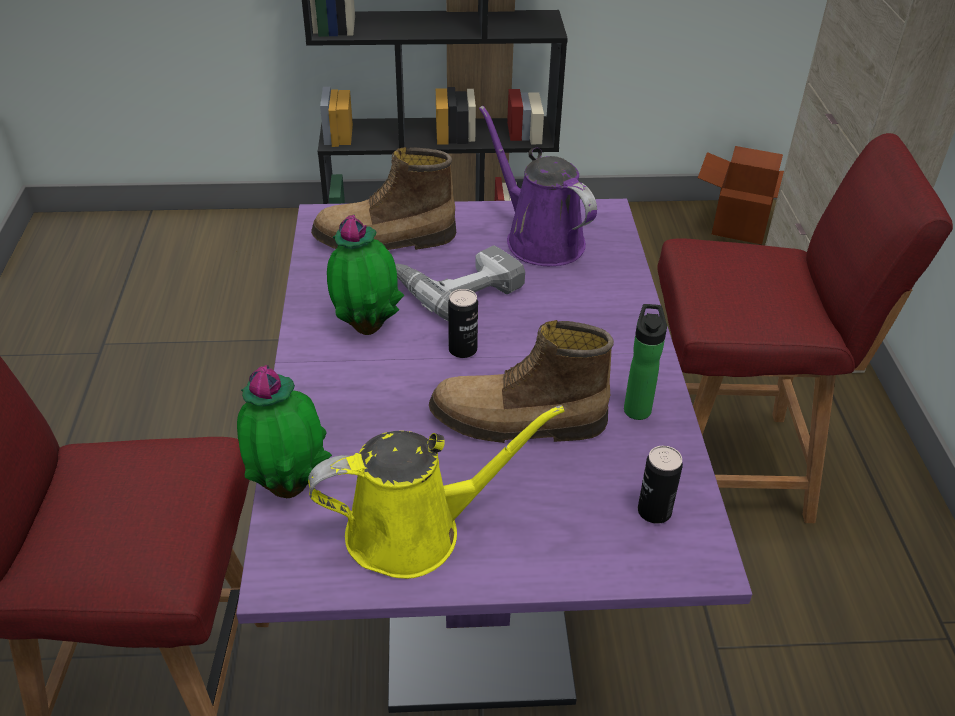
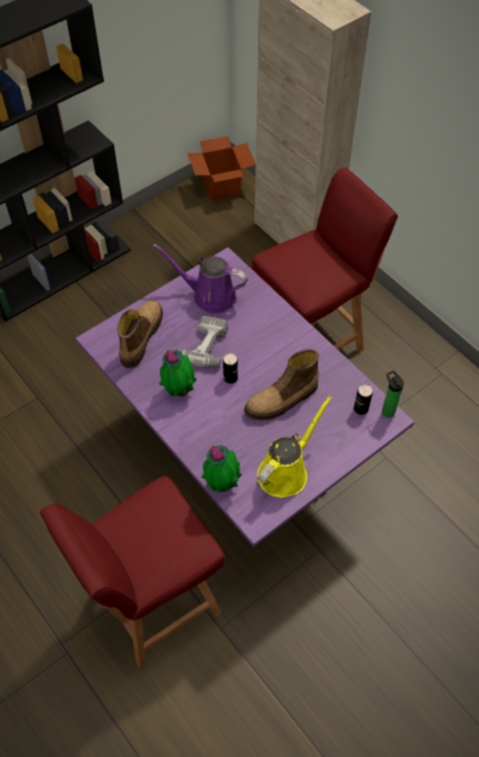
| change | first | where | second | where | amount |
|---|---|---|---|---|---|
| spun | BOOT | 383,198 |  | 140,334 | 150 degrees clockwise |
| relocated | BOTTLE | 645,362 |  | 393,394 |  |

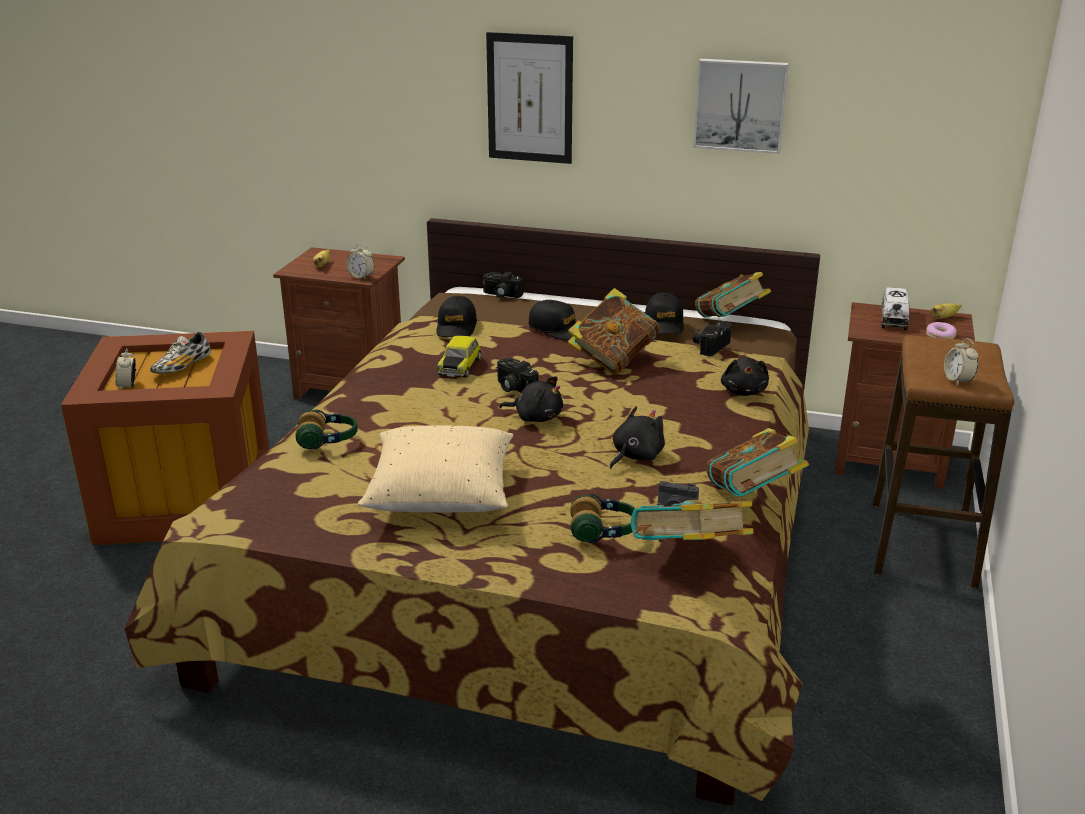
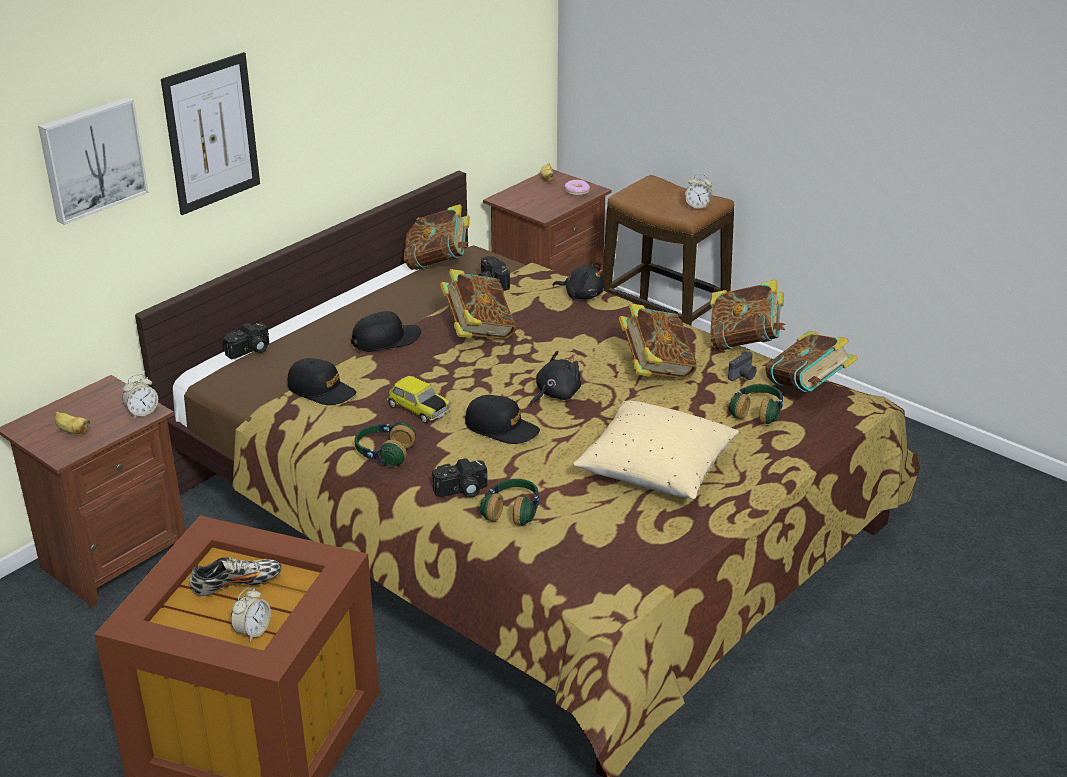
| change | first | where | second | where | amount |
|---|---|---|---|---|---|
| relocated | PICTURE | 741,106 |  | 93,161 |  |
| spun | SHOE | 180,352 |  | 235,576 | 75 degrees counterclockwise |
| spun | ALARM CLOCK | 125,369 |  | 251,614 | 75 degrees counterclockwise |
| appeared |  |  | HEADPHONES | 385,444 |  |
| relocated | PHOTO CAMERA | 517,375 |  | 459,478 |  |
| relocated | BLACK CAP | 664,313 |  | 502,419 |  |
| exchanged | BLACK PLUSH TOY | 637,437 | BOOK | 658,341 |  |
| missing | TOY TRUCK | 895,308 |  |  |  |

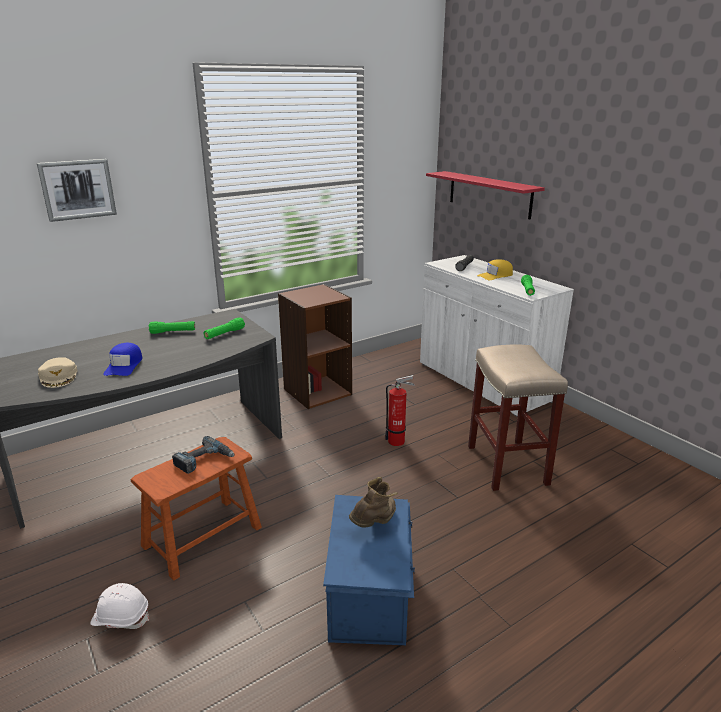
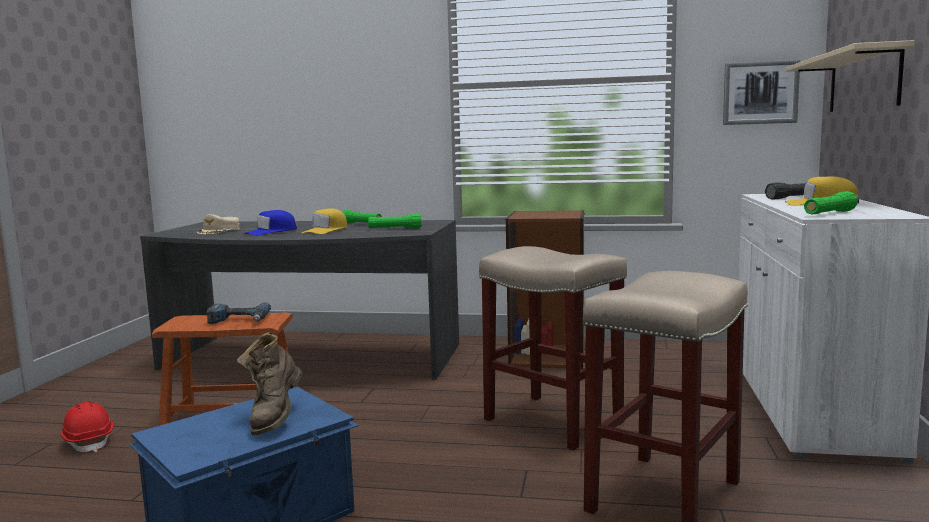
| change | first | where | second | where | amount |
|---|---|---|---|---|---|
| colour | WHITE HARD HAT | 119,606 | RED HARD HAT | 87,427 |  |
| spun | BROWN BOOT | 373,502 |  | 269,383 | 105 degrees clockwise |
| appeared |  |  | YELLOW CAP | 325,221 |  |
| exchanged | FIRE EXTINGUISHER | 400,410 | BEIGE STOOL | 553,348 |  |
| relocated | PICTURE | 77,190 |  | 761,92 |  |
| colour | RED SHELF | 485,195 | BEIGE SHELF | 850,76 |  |

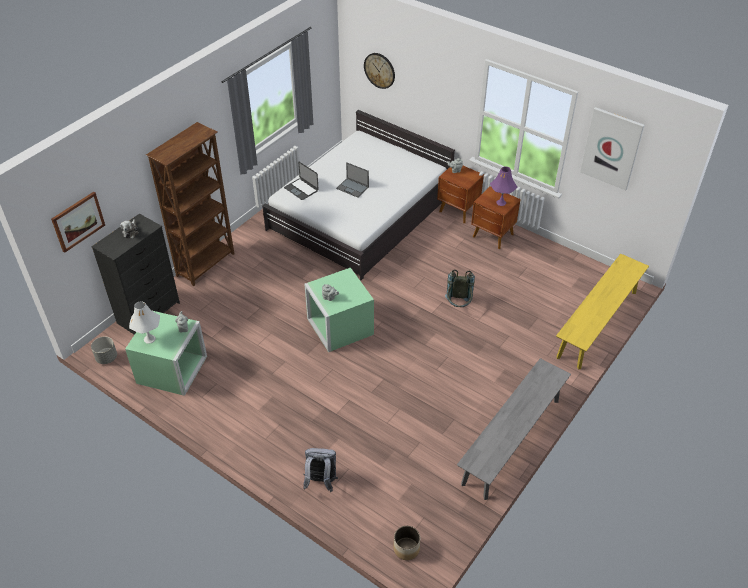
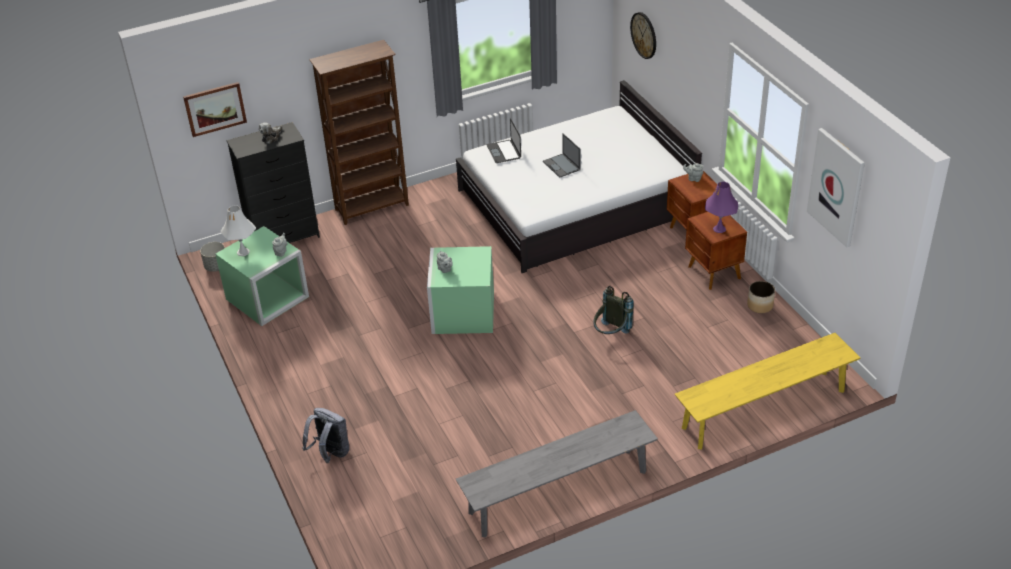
| change | first | where | second | where | amount |
|---|---|---|---|---|---|
| relocated | PLANTER | 406,543 |  | 761,297 |  |

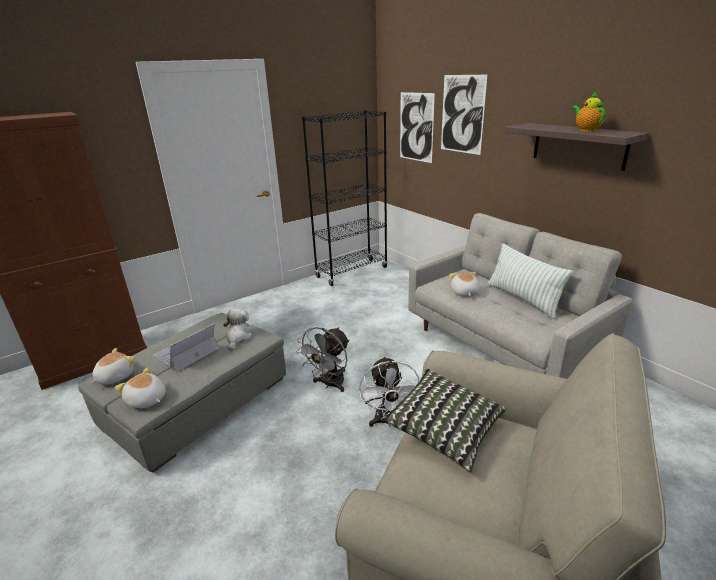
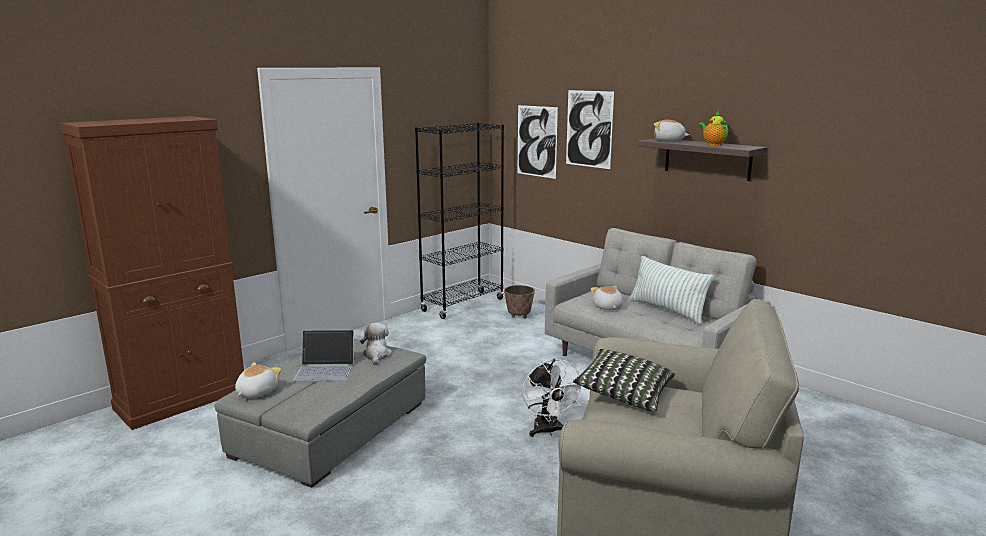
| change | first | where | second | where | amount |
|---|---|---|---|---|---|
| spun | LAPTOP | 186,347 |  | 324,355 | 120 degrees counterclockwise |
| appeared |  |  | PLANTER | 519,302 |  |
| relocated | PLUSH TOY | 140,388 |  | 672,130 |  |
| missing | GREY FAN | 322,359 |  |  |  |

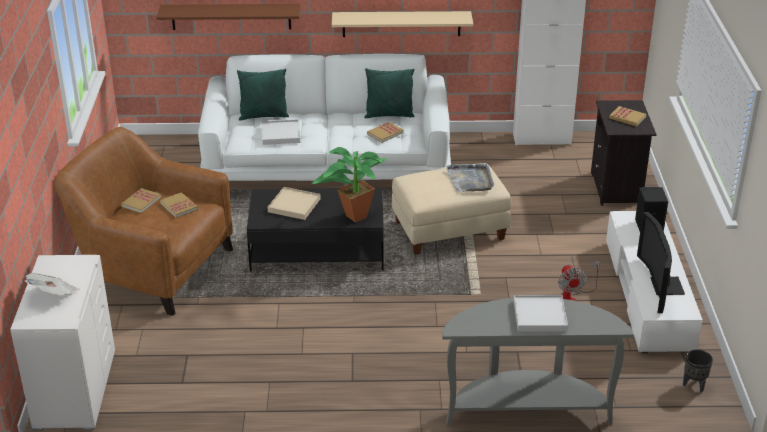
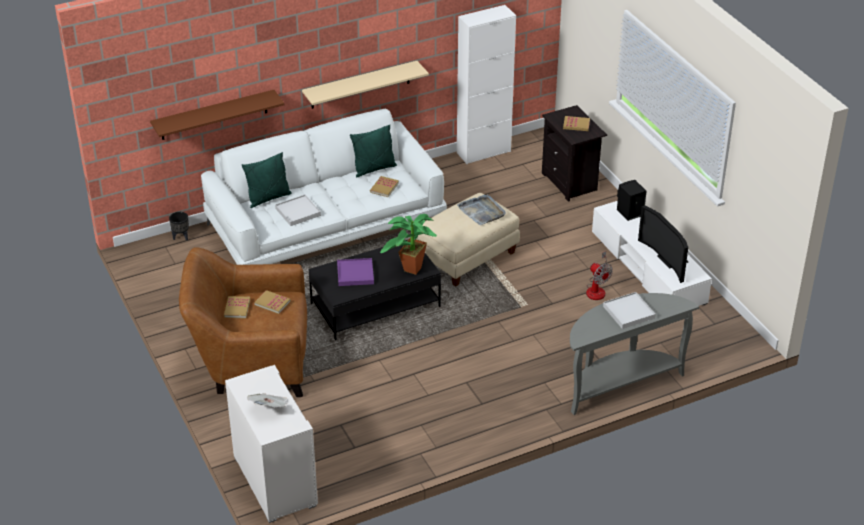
| change | first | where | second | where | amount |
|---|---|---|---|---|---|
| relocated | BLACK PLANTER | 698,370 |  | 179,226 |  |
| colour | BEIGE TRAY | 294,203 | PURPLE TRAY | 355,272 |  |

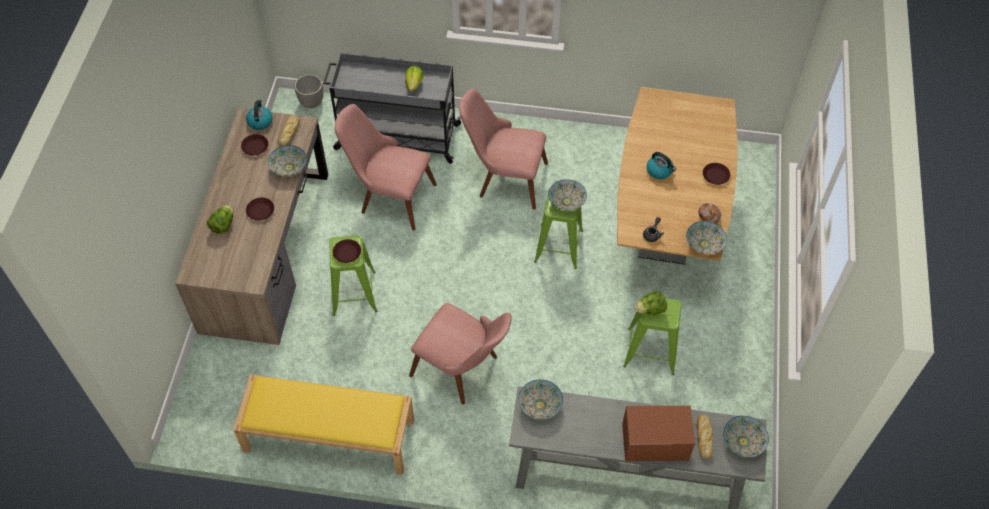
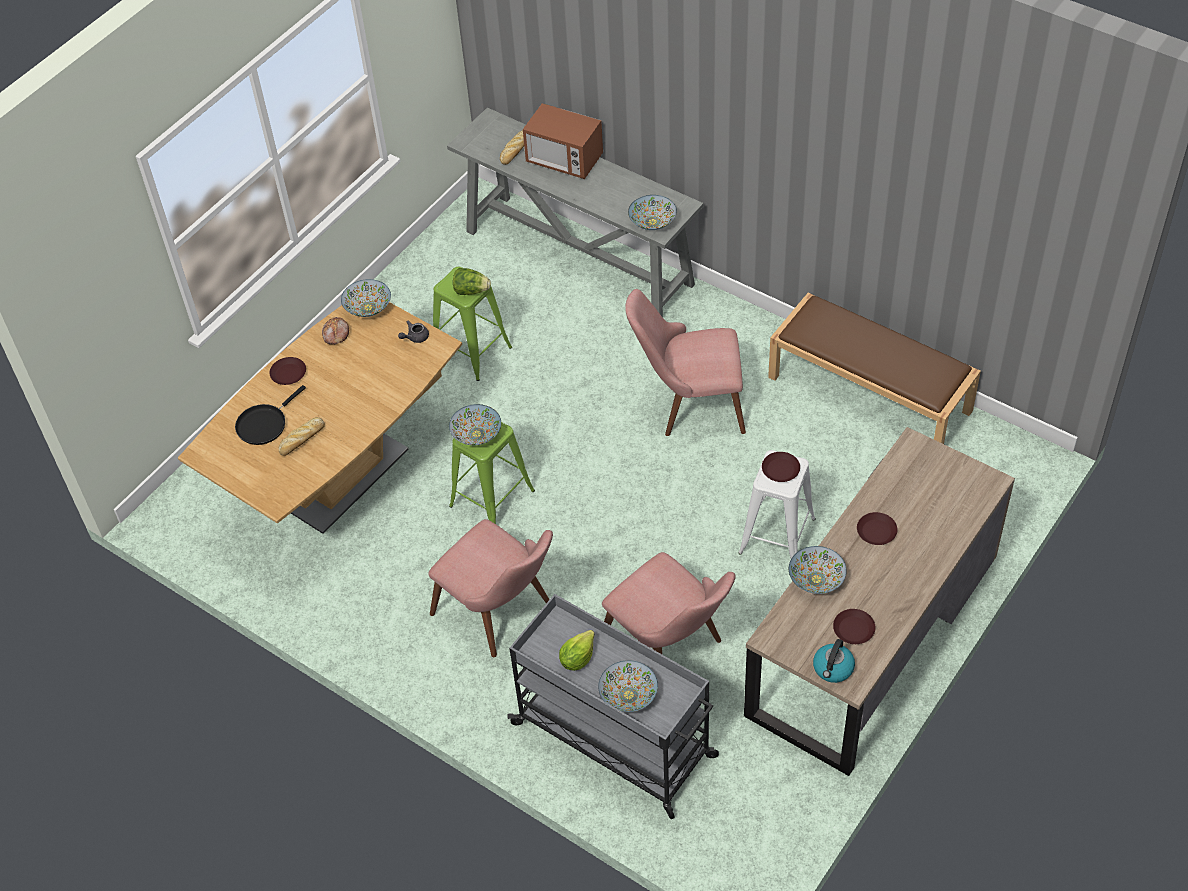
| change | first | where | second | where | amount |
|---|---|---|---|---|---|
| appeared |  |  | BLACK FRYING PAN | 270,415 |  |
| relocated | BREAD | 289,131 |  | 302,436 |  |
| relocated | BOWL | 746,436 |  | 628,686 |  |
| spun | PINK CHAIR | 460,354 |  | 685,362 | 60 degrees counterclockwise |
| colour | GREEN STOOL | 353,275 | WHITE STOOL | 777,504 |  |
| colour | YELLOW BENCH | 323,424 | BROWN BENCH | 874,368 |  |
| missing | LETTUCE | 220,219 |  |  |  |
| missing | PLANTER | 308,91 |  |  |  |
| missing | KETTLE | 661,165 |  |  |  |

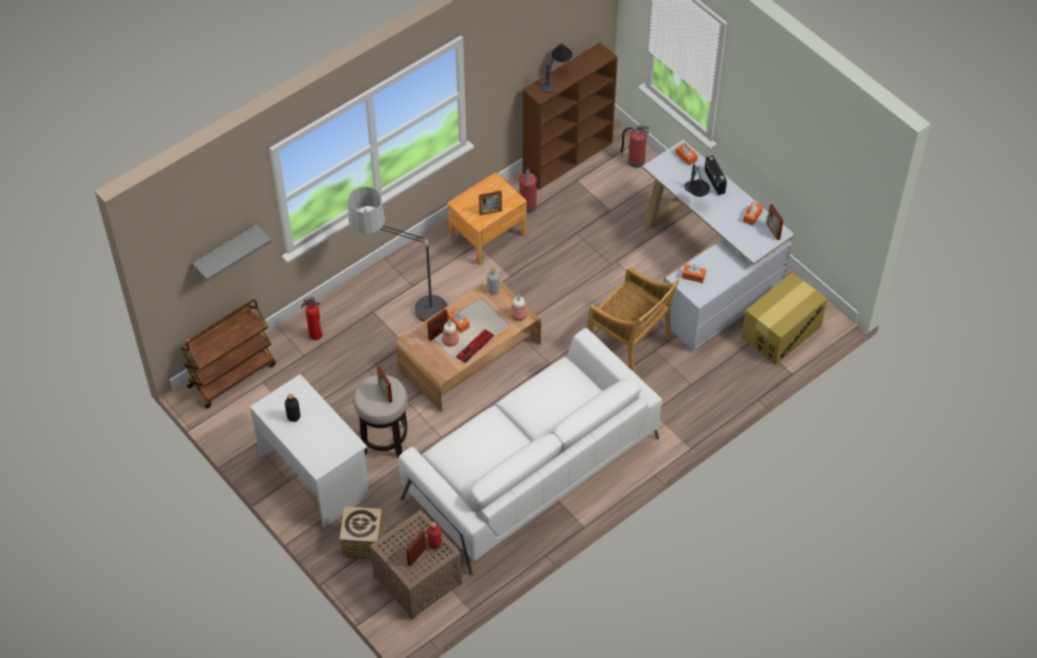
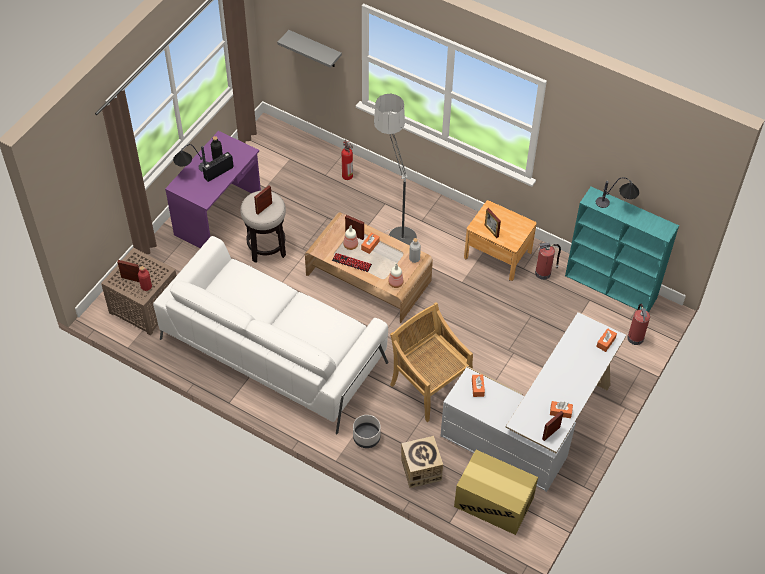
| change | first | where | second | where | amount |
|---|---|---|---|---|---|
| colour | WHITE DESK | 310,450 | PURPLE DESK | 213,189 |  |
| relocated | TABLE LAMP | 697,180 |  | 191,158 |  |
| relocated | RADIO | 716,175 |  | 218,167 |  |
| appeared |  |  | GREY PLANTER | 367,431 |  |
| spun | BEIGE CHAIR | 633,320 |  | 431,362 | 120 degrees clockwise |
| relocated | CARDBOARD BOX | 362,533 |  | 422,462 |  |
| colour | BROWN BOOKCASE | 570,116 | TURQUOISE BOOKCASE | 622,250 |  |
| missing | BROWN CART | 228,354 |  |  |  |

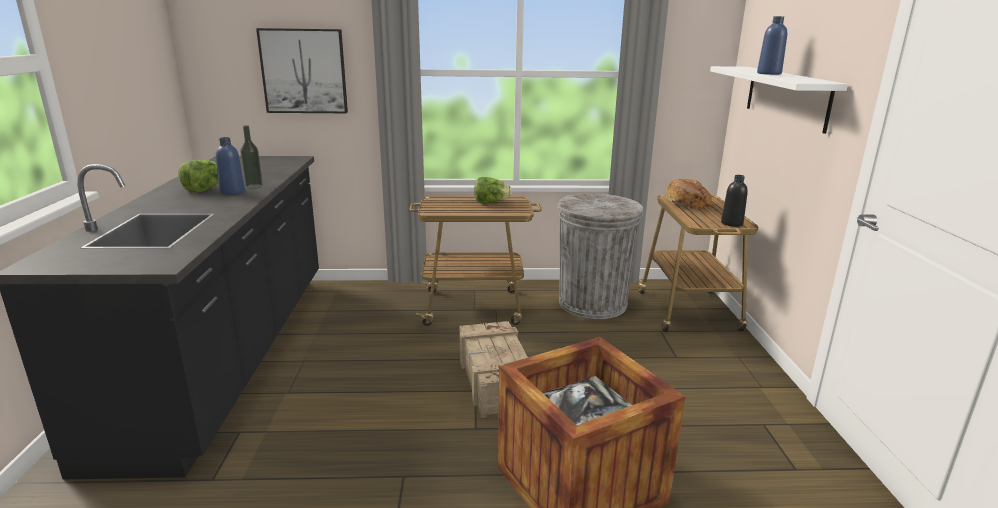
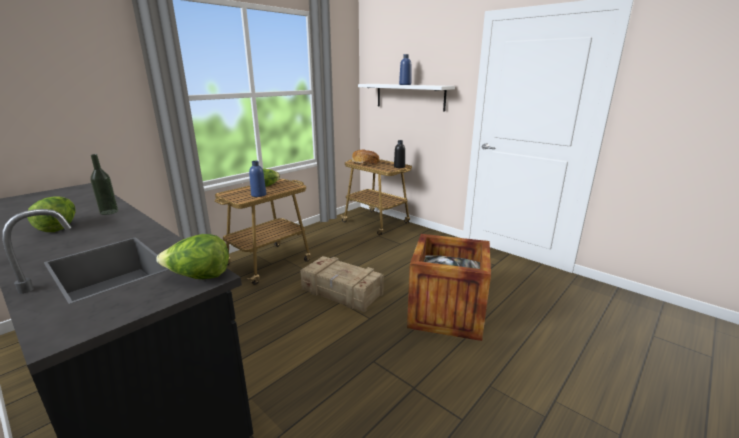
| change | first | where | second | where | amount |
|---|---|---|---|---|---|
| appeared |  |  | LETTUCE | 192,256 |  |
| relocated | BLUE BOTTLE | 230,166 |  | 257,179 |  |
| missing | PICTURE | 302,70 |  |  |  |
| missing | GREY TRASH CAN | 600,256 |  |  |  |

